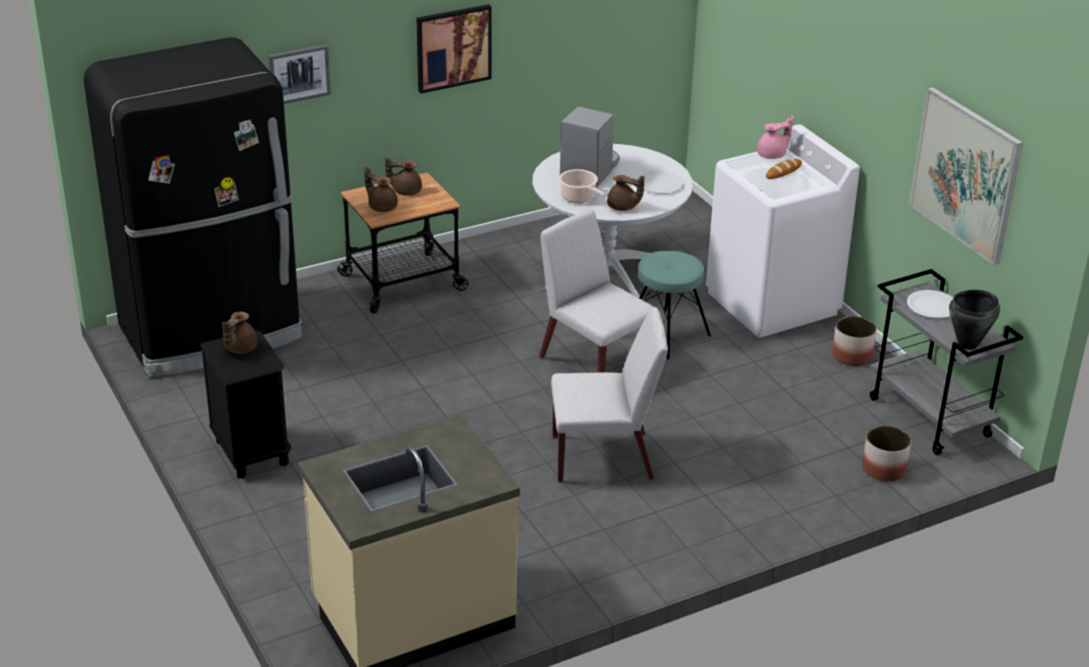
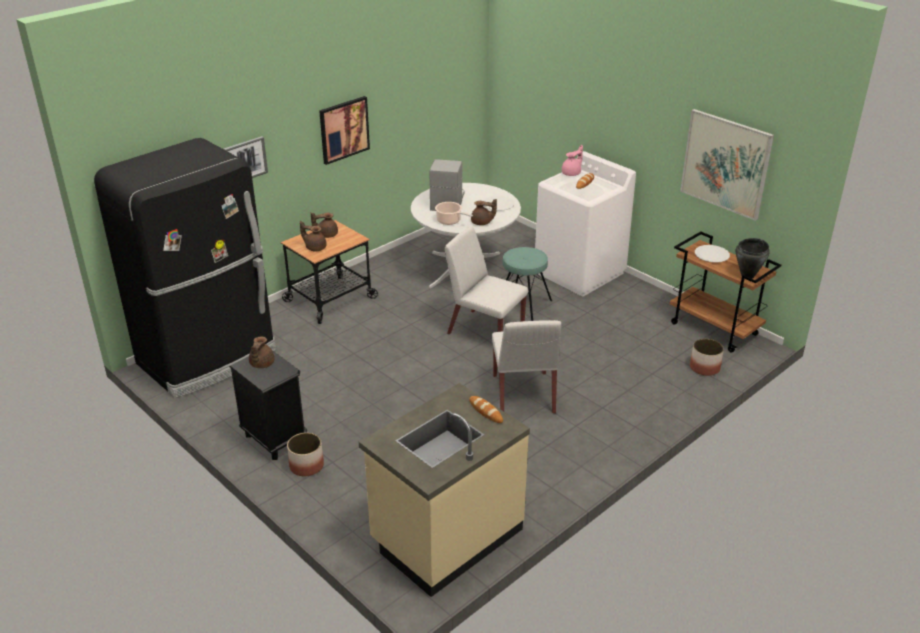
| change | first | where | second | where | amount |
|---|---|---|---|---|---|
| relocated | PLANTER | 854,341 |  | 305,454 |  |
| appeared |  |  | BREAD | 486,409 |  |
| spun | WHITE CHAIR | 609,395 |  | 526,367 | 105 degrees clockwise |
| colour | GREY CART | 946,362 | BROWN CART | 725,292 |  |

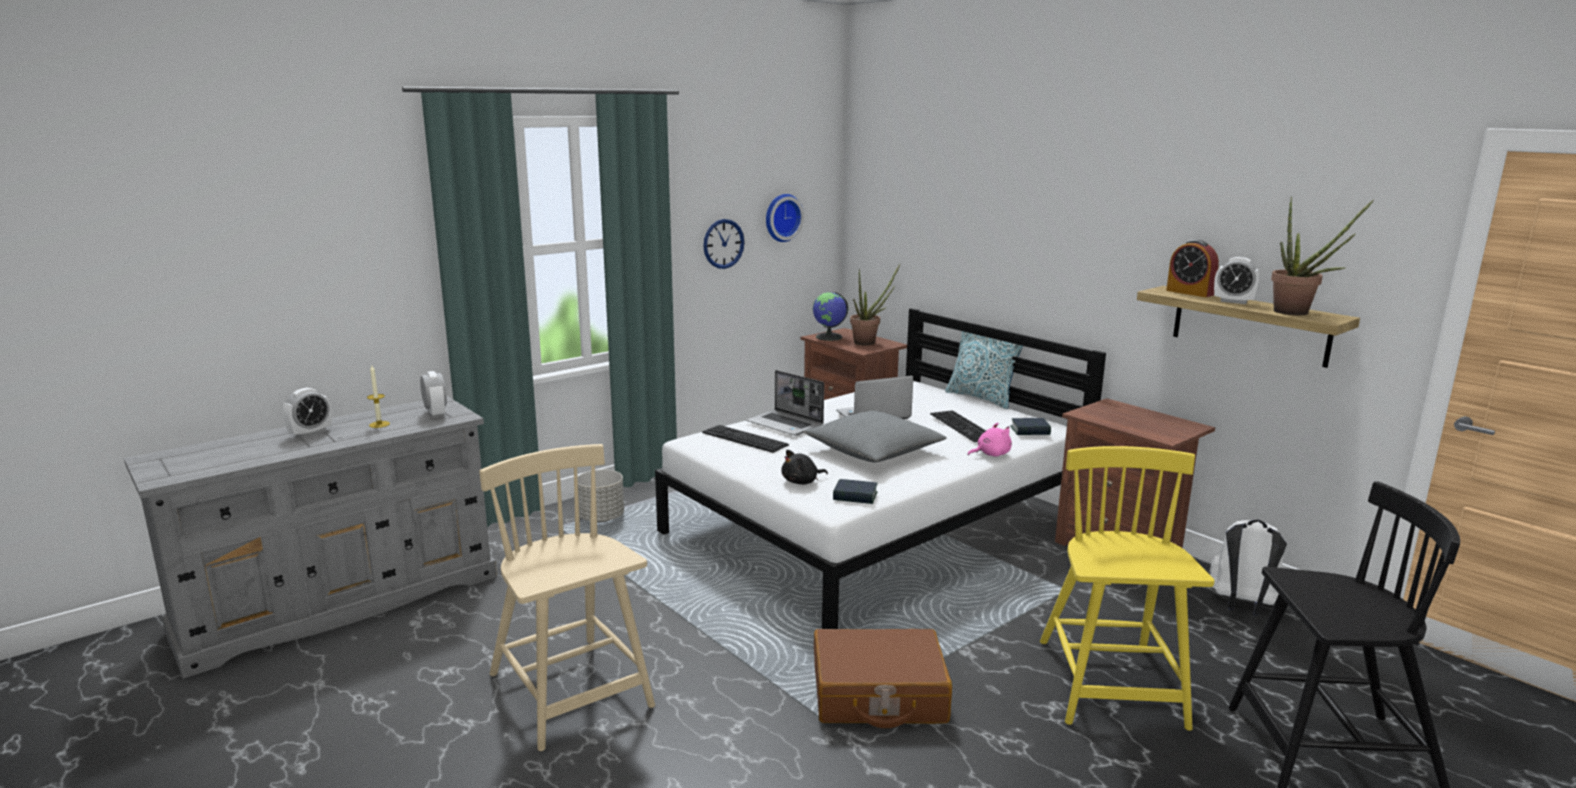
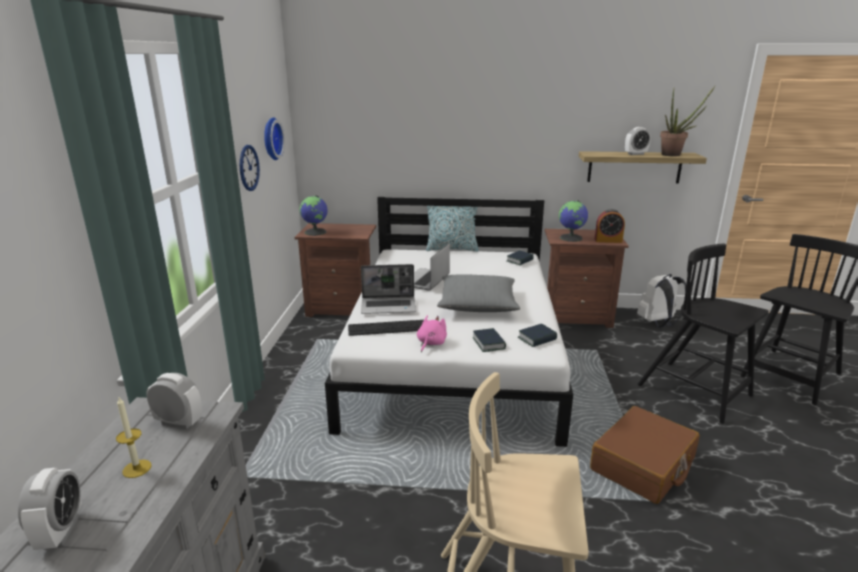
| change | first | where | second | where | amount |
|---|---|---|---|---|---|
| relocated | PINK PLUSH TOY | 990,440 |  | 432,333 |  |
| exchanged | BLACK PLUSH TOY | 804,467 | BOOK | 489,340 |  |
| appeared |  |  | GLOBE | 573,221 |  |
| relocated | ALARM CLOCK | 1192,268 |  | 610,226 |  |
| colour | YELLOW CHAIR | 1127,588 | BLACK CHAIR | 703,333 |  |
| missing | GREY PLANTER | 601,495 |  |  |  |
| missing | POTTED PLANT | 875,304 |  |  |  |
| missing | KEYBOARD | 958,426 |  |  |  |

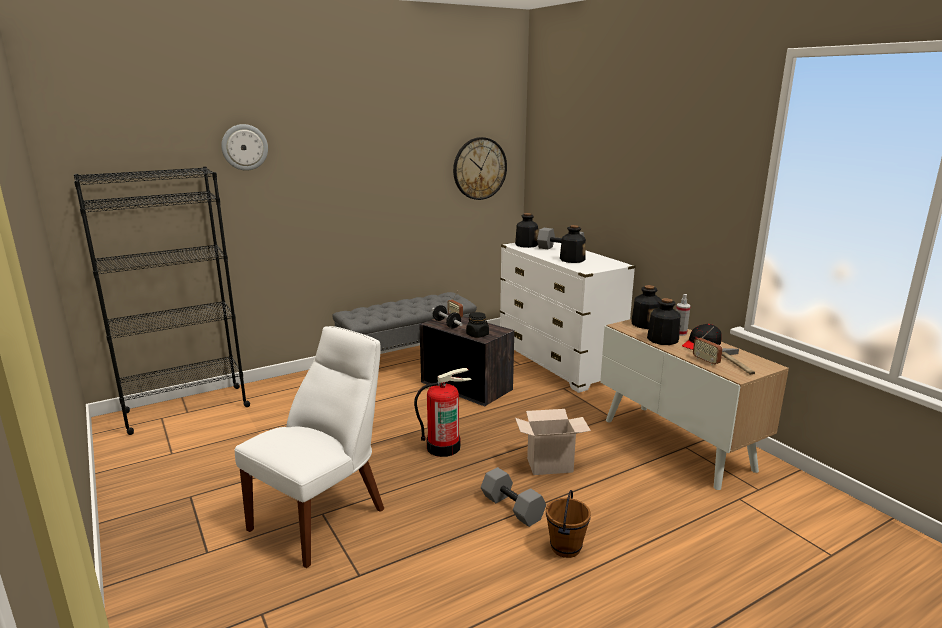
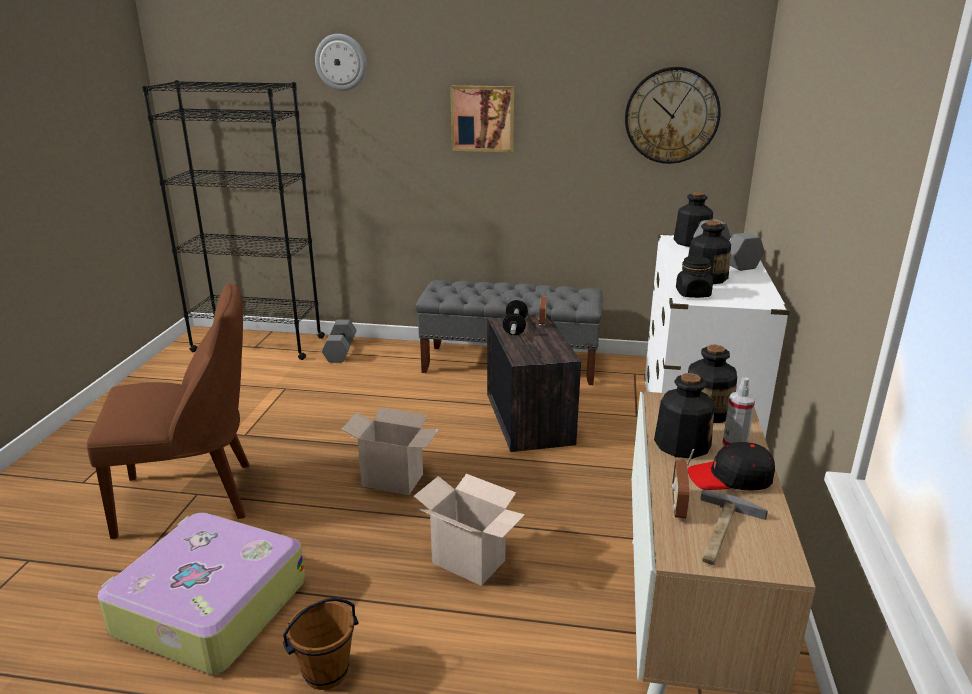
| change | first | where | second | where | amount |
|---|---|---|---|---|---|
| colour | WHITE CHAIR | 309,447 | BROWN CHAIR | 167,411 |  |
| appeared |  |  | SUITCASE | 201,593 |  |
| relocated | GREY DUMBBELL | 513,497 |  | 339,341 |  |
| exchanged | FIRE EXTINGUISHER | 443,412 | CARDBOARD BOX | 390,451 |  |
| appeared |  |  | PICTURE | 482,118 |  |
| relocated | BLACK JAR | 477,325 |  | 694,277 |  |

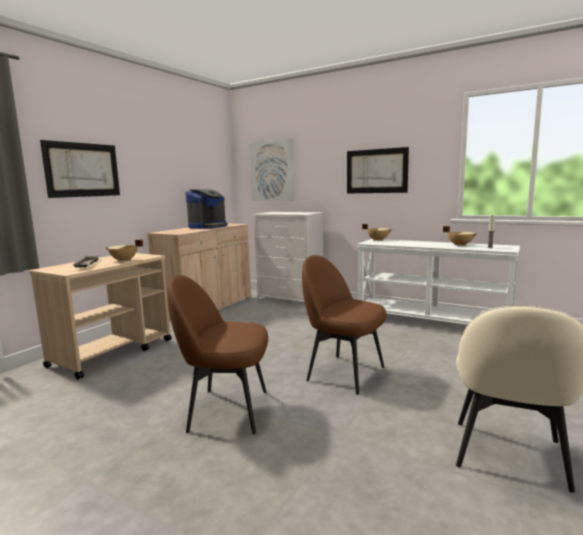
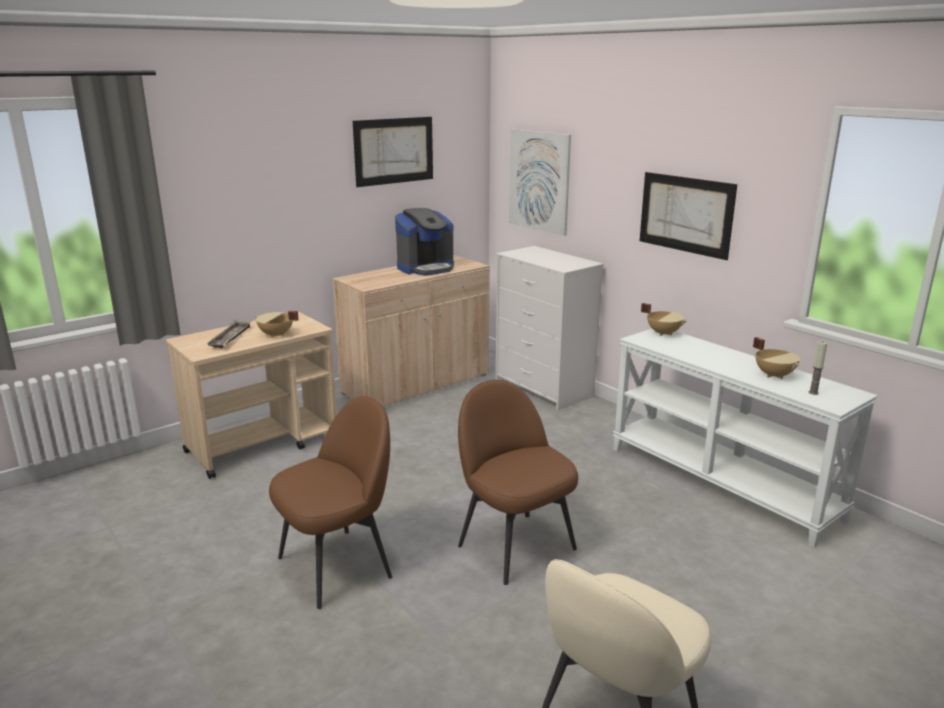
| change | first | where | second | where | amount |
|---|---|---|---|---|---|
| spun | BROWN CHAIR | 217,354 |  | 330,502 | 120 degrees clockwise |
| relocated | PICTURE | 80,169 |  | 393,152 |  |

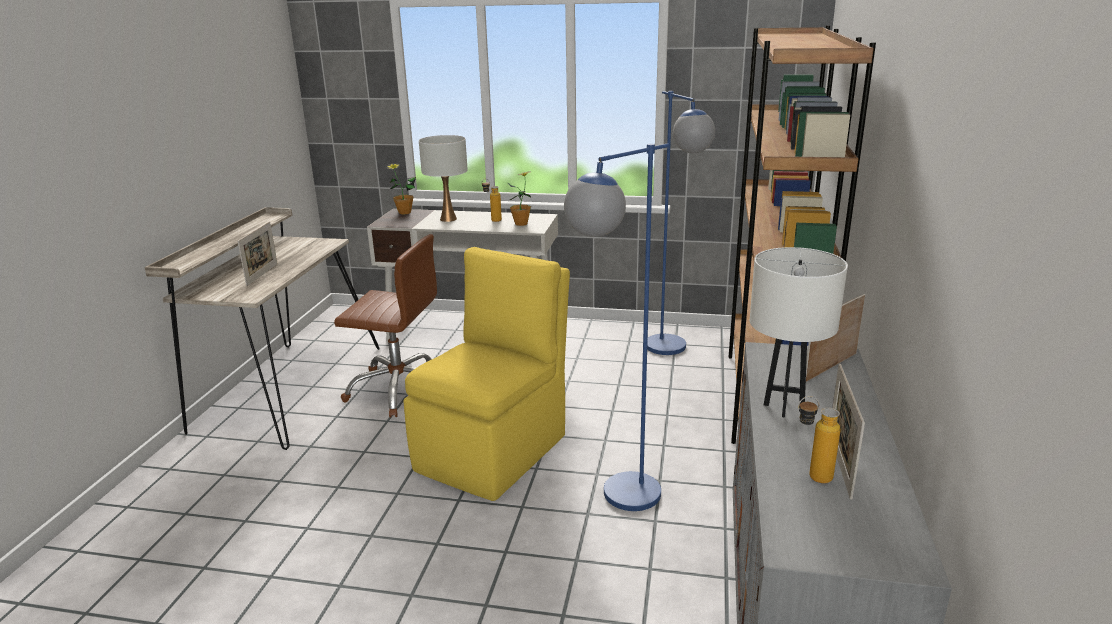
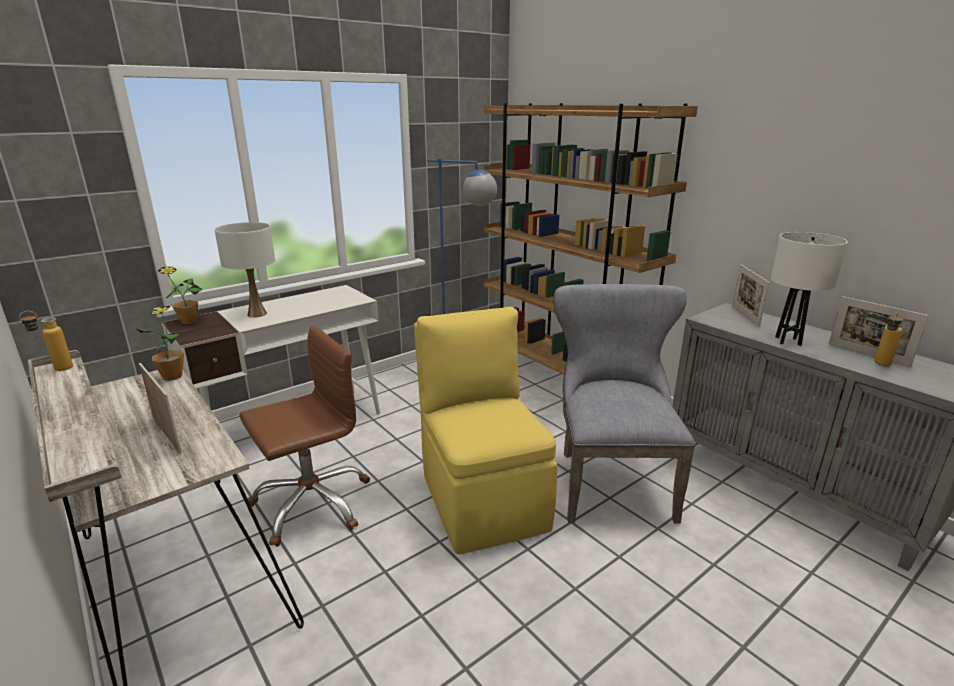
| change | first | where | second | where | amount |
|---|---|---|---|---|---|
| relocated | BOTTLE | 492,200 |  | 46,341 |  |
| relocated | POTTED PLANT | 520,198 |  | 159,343 |  |
| exchanged | BLUE FLOOR LAMP | 616,327 | GREY CHAIR | 624,404 |  |

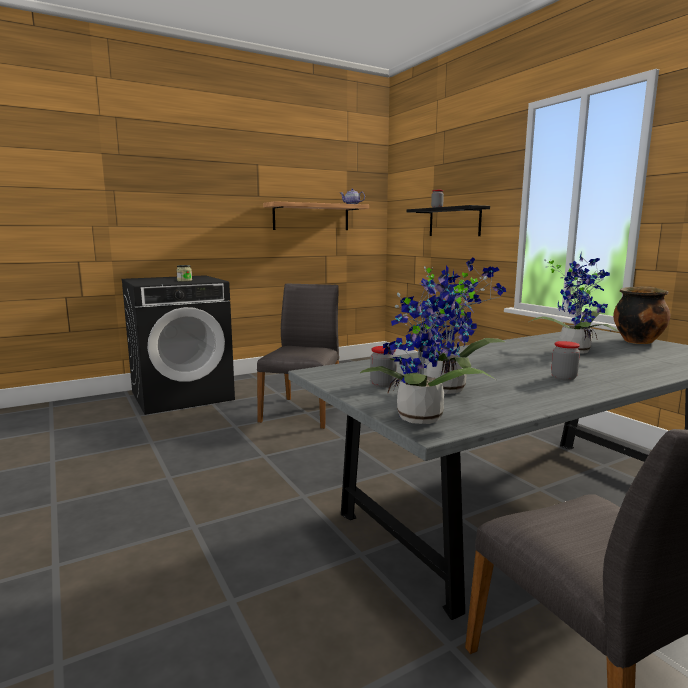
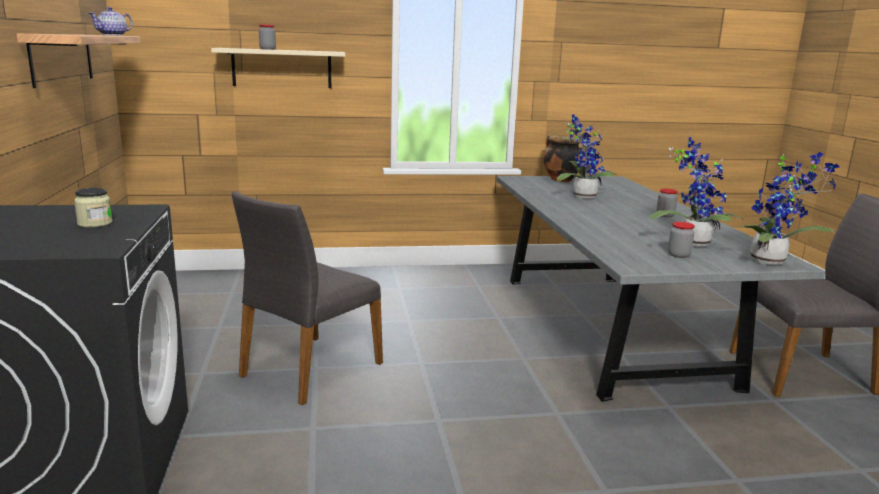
| change | first | where | second | where | amount |
|---|---|---|---|---|---|
| colour | BLACK SHELF | 448,220 | BEIGE SHELF | 278,68 |  |
| spun | GREY CHAIR | 298,356 |  | 307,298 | 90 degrees counterclockwise |

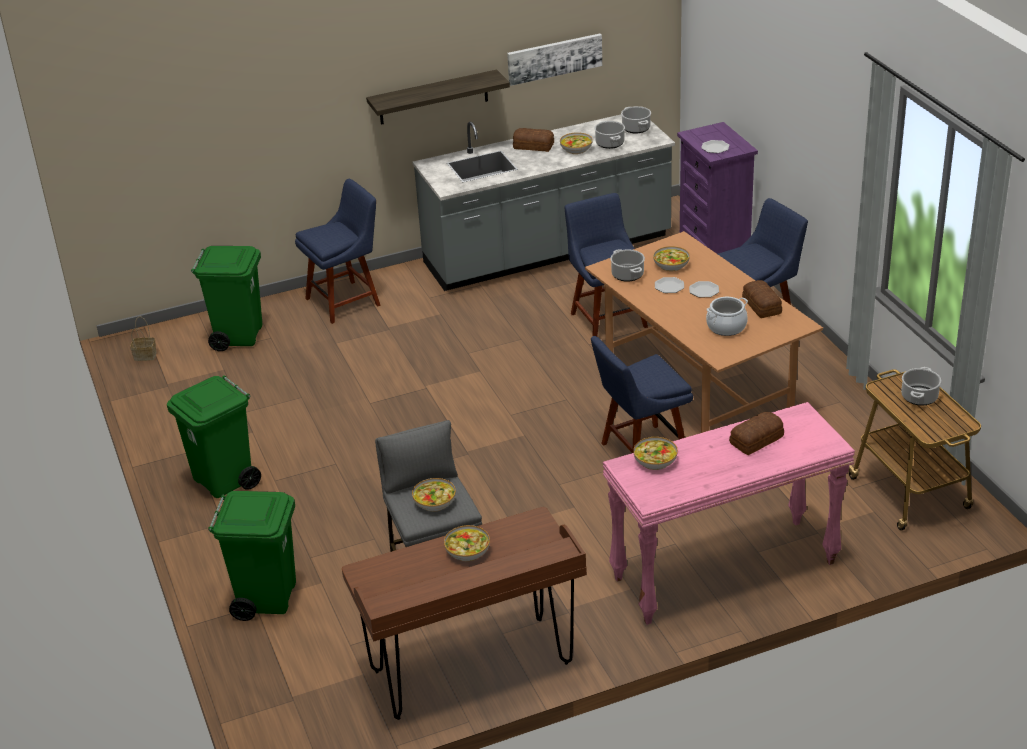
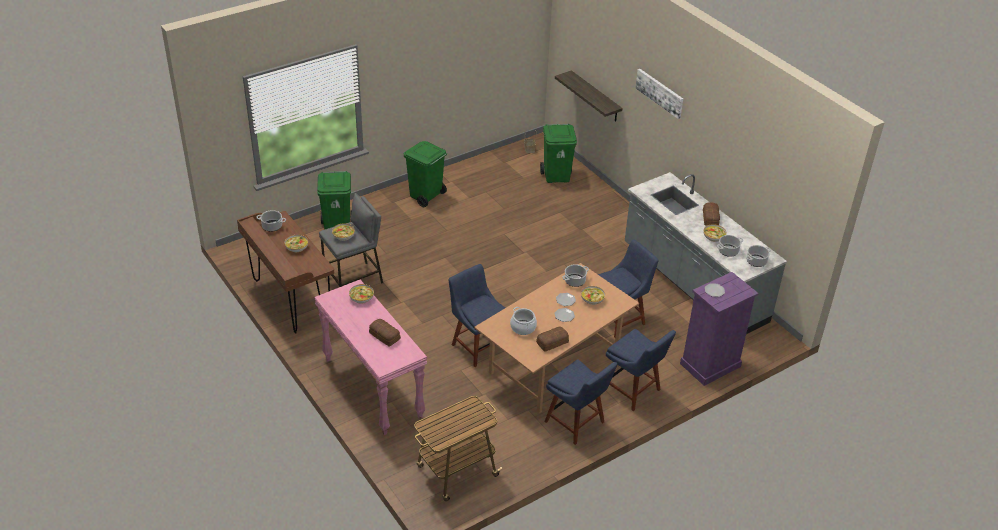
| change | first | where | second | where | amount |
|---|---|---|---|---|---|
| relocated | COOKING POT | 921,386 |  | 271,221 |  |
| relocated | BLUE CHAIR | 338,251 |  | 580,402 |  |
| relocated | SHELF | 438,97 |  | 589,96 |  |
| relocated | PICTURE | 554,60 |  | 659,94 |  |

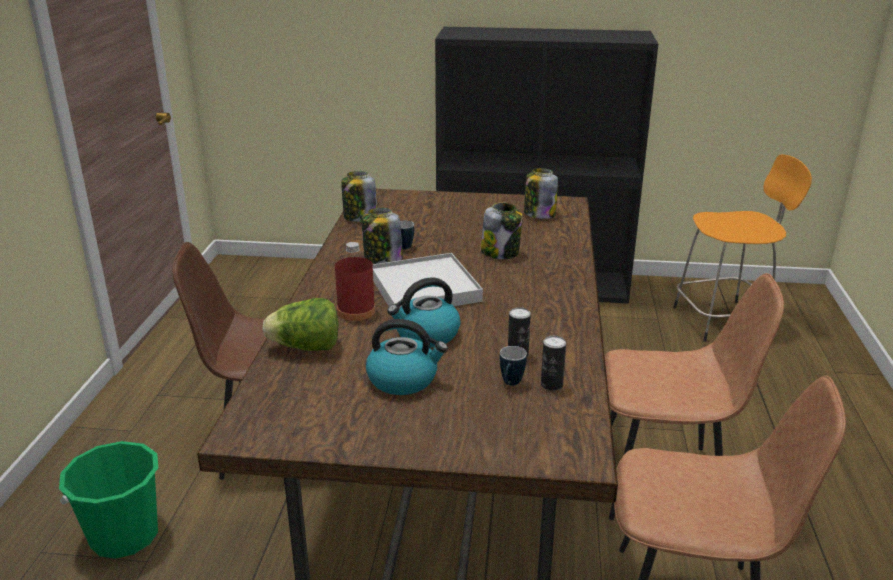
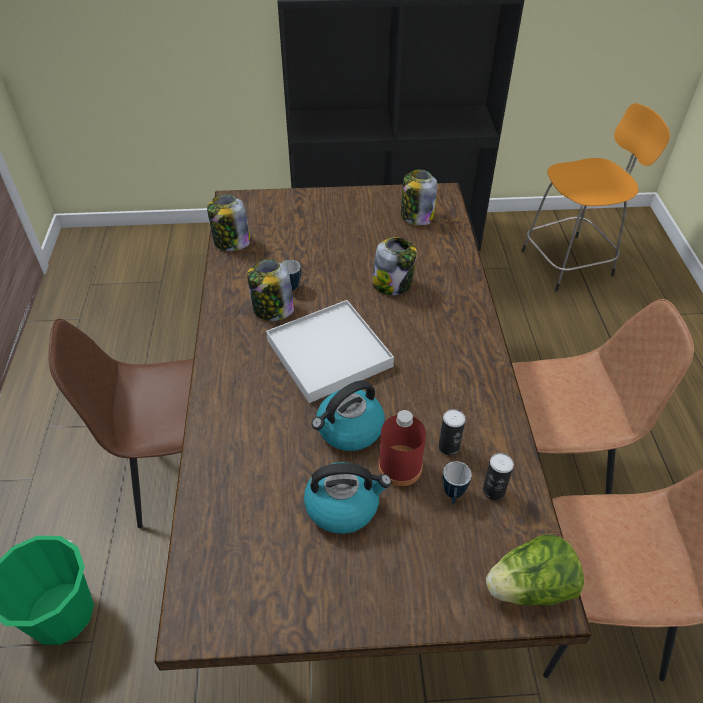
| change | first | where | second | where | amount |
|---|---|---|---|---|---|
| relocated | RED BOTTLE | 355,281 |  | 402,448 |  |
| relocated | LETTUCE | 300,324 |  | 535,570 |  |

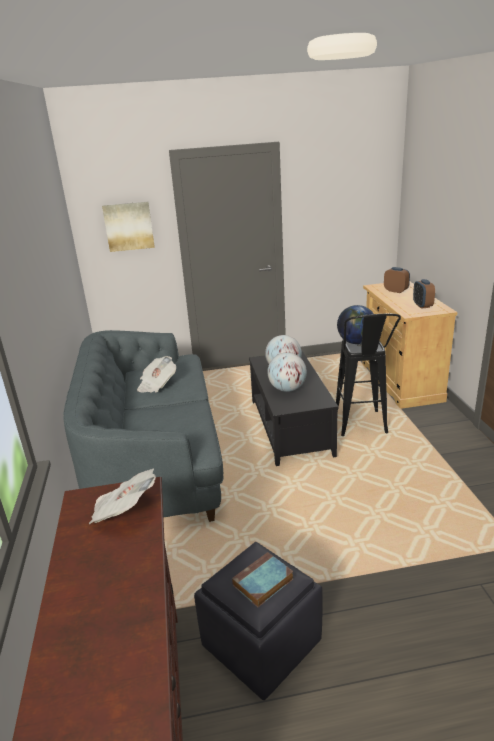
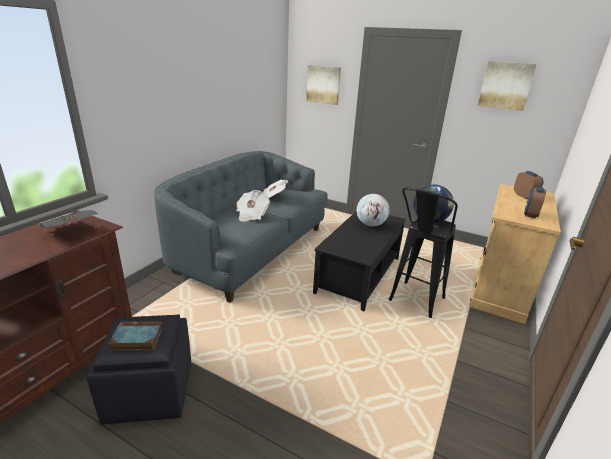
| change | first | where | second | where | amount |
|---|---|---|---|---|---|
| appeared |  |  | NEWSPAPER | 253,205 |  |
| appeared |  |  | PICTURE | 507,86 |  |
| missing | GLOBE | 287,372 |  |  |  |

